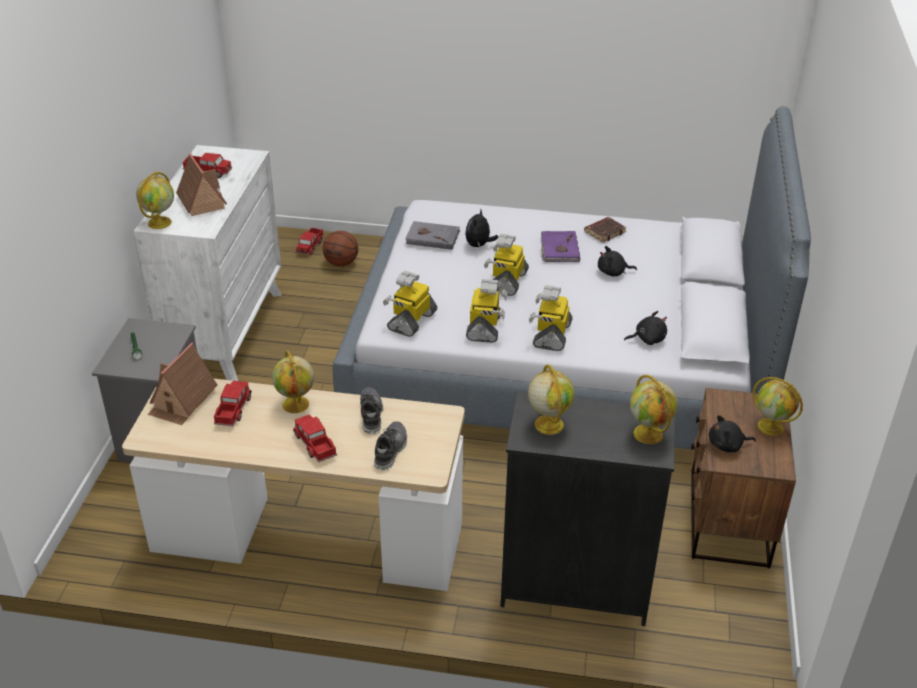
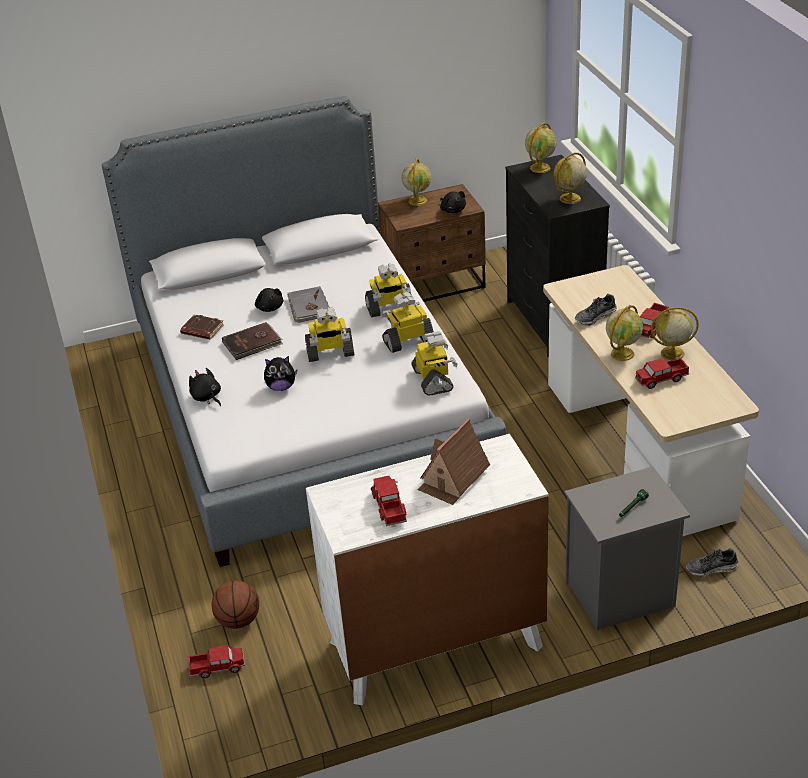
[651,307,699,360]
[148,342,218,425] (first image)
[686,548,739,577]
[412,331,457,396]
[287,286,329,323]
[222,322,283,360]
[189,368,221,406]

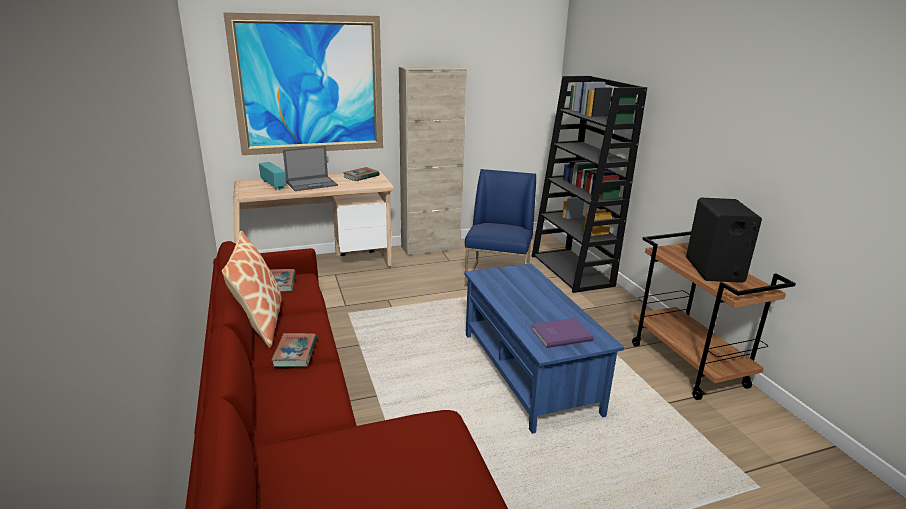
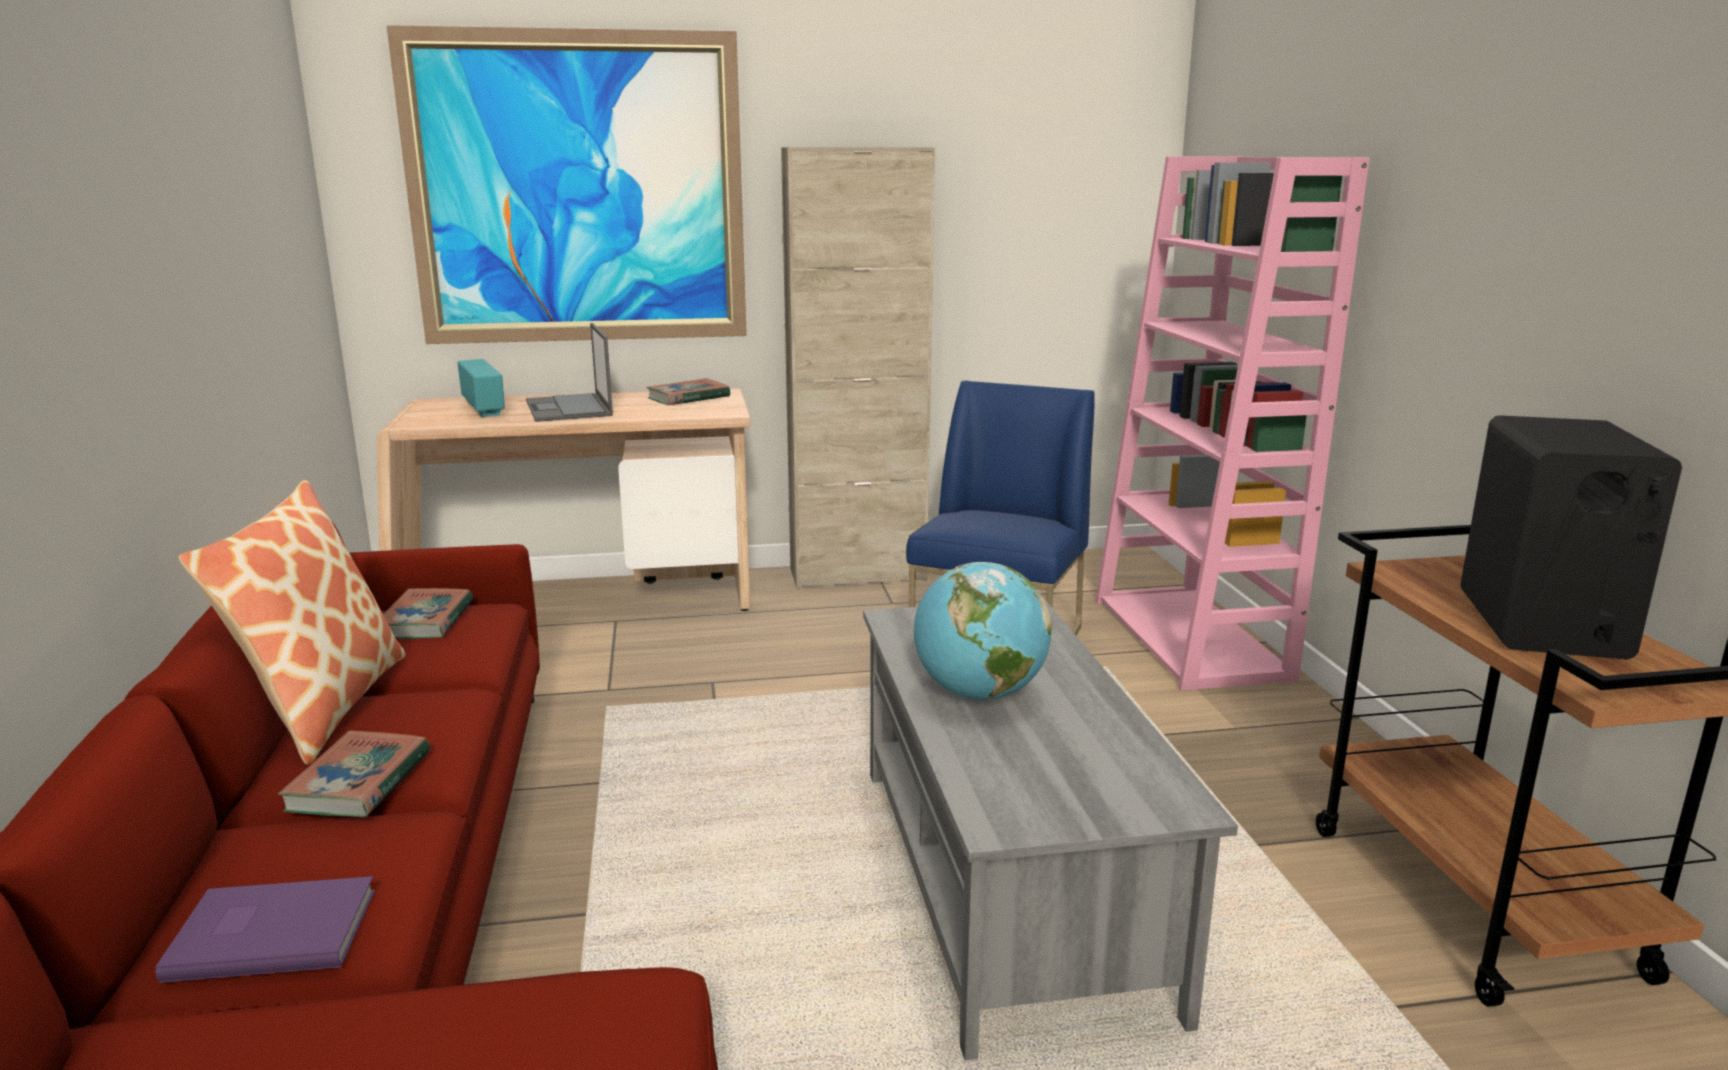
[526,323,613,422]
[863,599,1238,1060]
[155,876,375,983]
[1095,156,1370,691]
[914,562,1052,700]

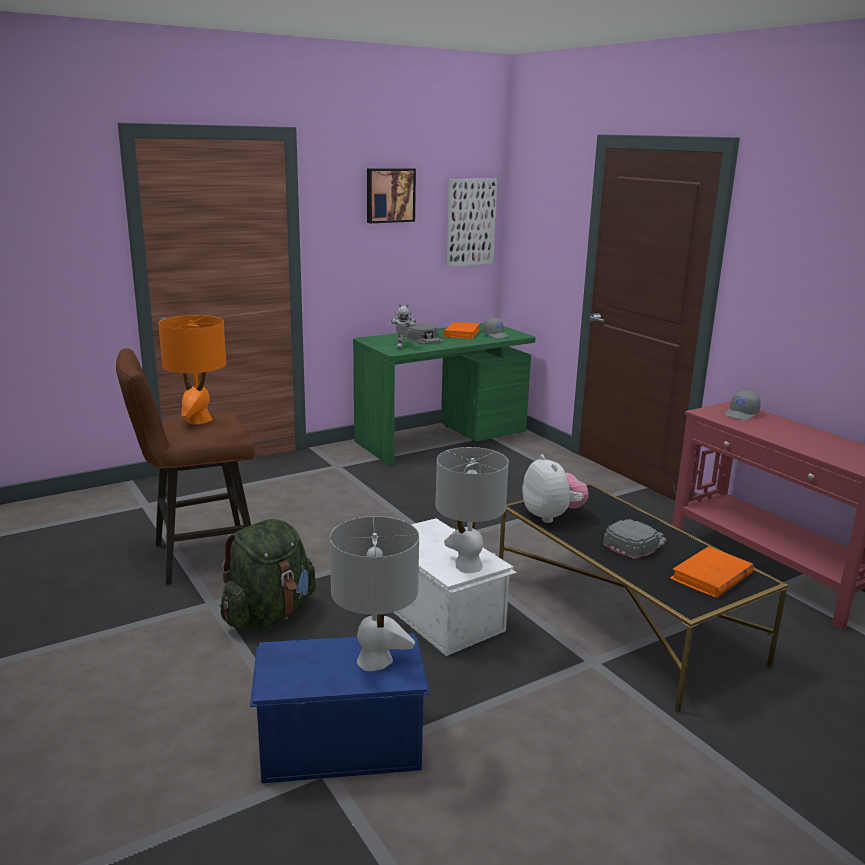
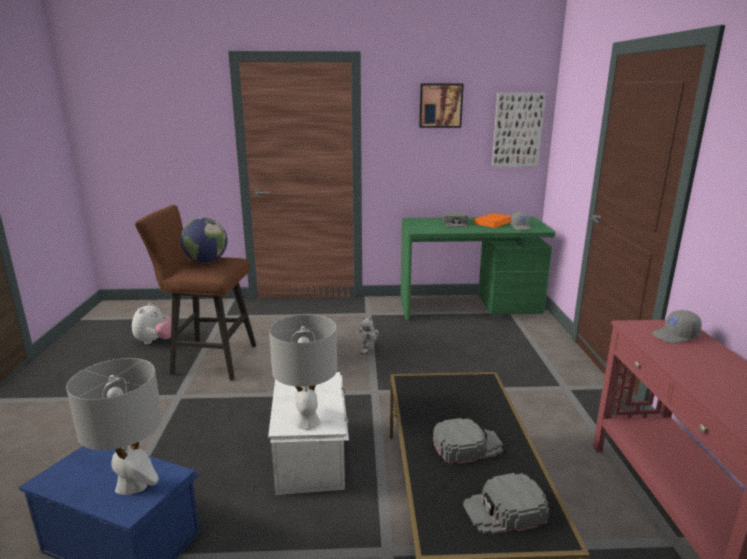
[180,218,227,263]
[221,519,316,629] (first image)
[359,317,379,355]
[132,302,172,344]
[463,473,549,535]

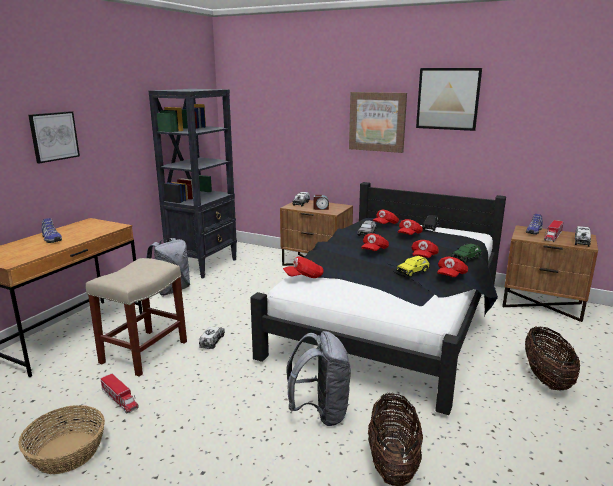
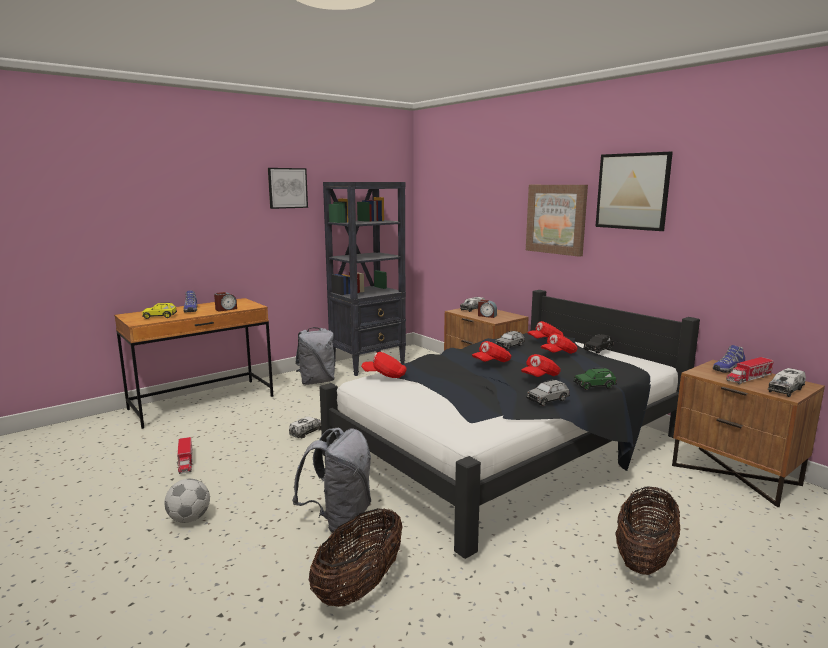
[18,405,105,474] (first image)
[268,168,308,209]
[86,258,187,377] (first image)
[142,302,177,319]
[526,379,570,406]
[164,479,210,523]
[214,292,237,311]

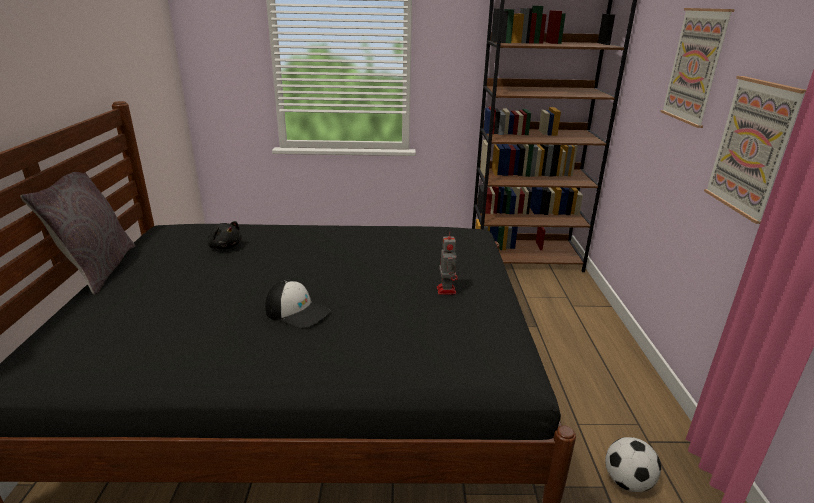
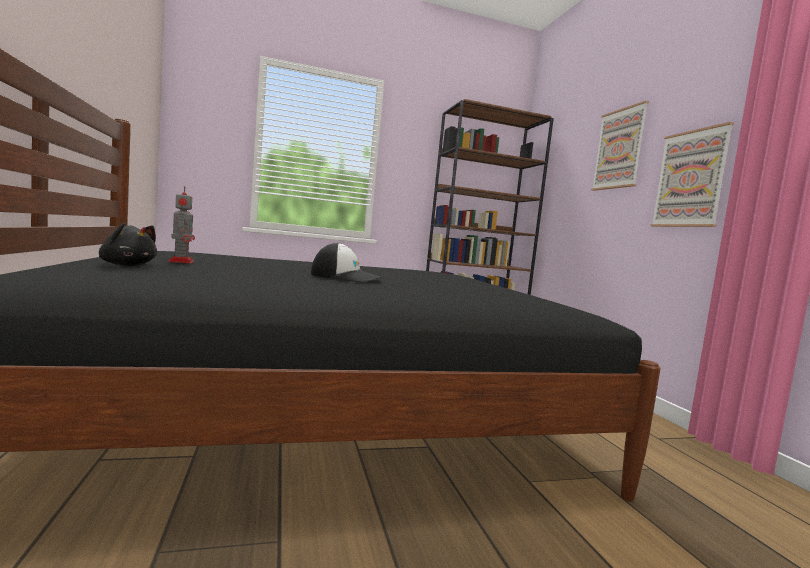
[20,172,135,295] (first image)
[99,223,157,266]
[168,186,195,263]
[605,437,661,492] (first image)

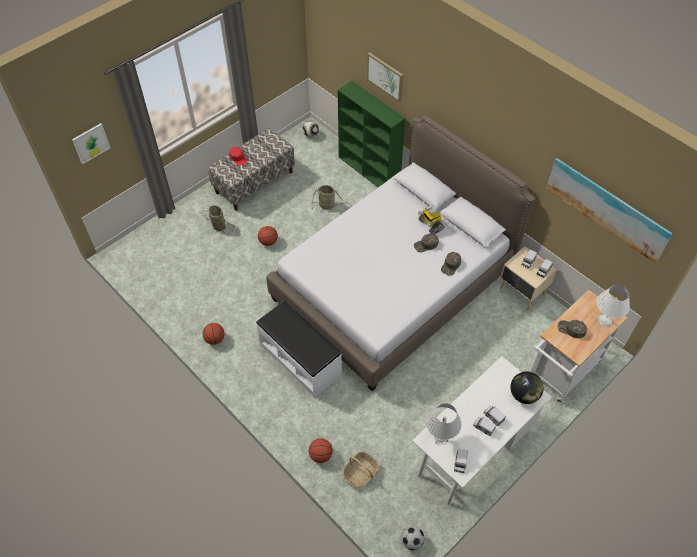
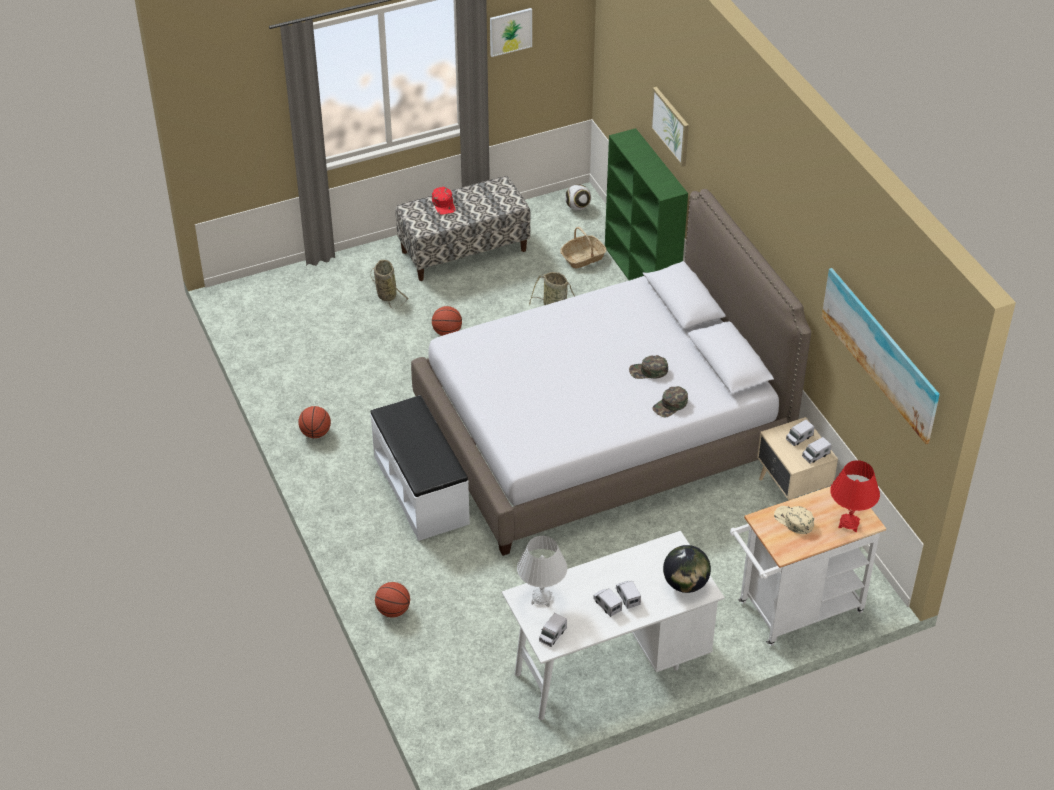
[490,8,532,57]
[560,227,607,269]
[401,526,424,550] (first image)
[418,205,444,234] (first image)
[774,506,814,534]
[830,460,880,532]

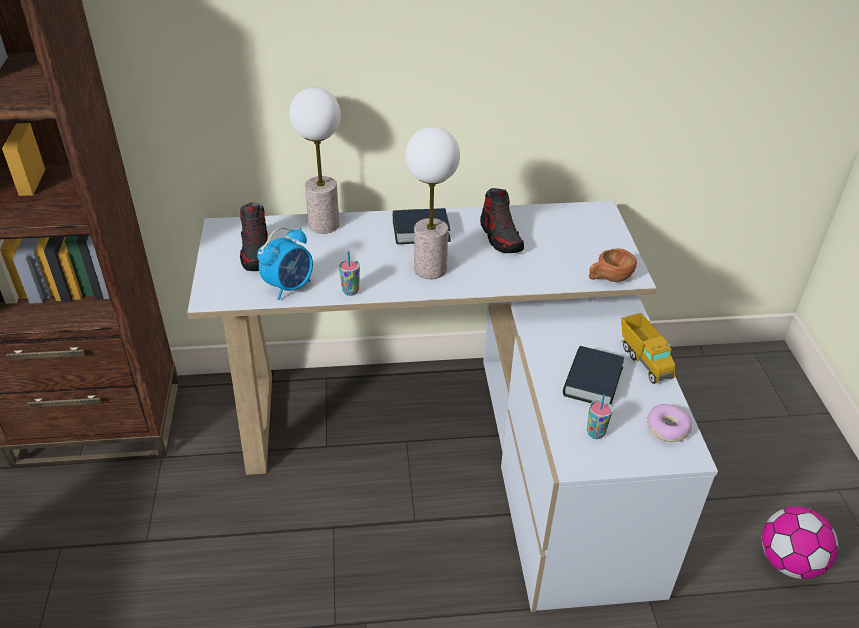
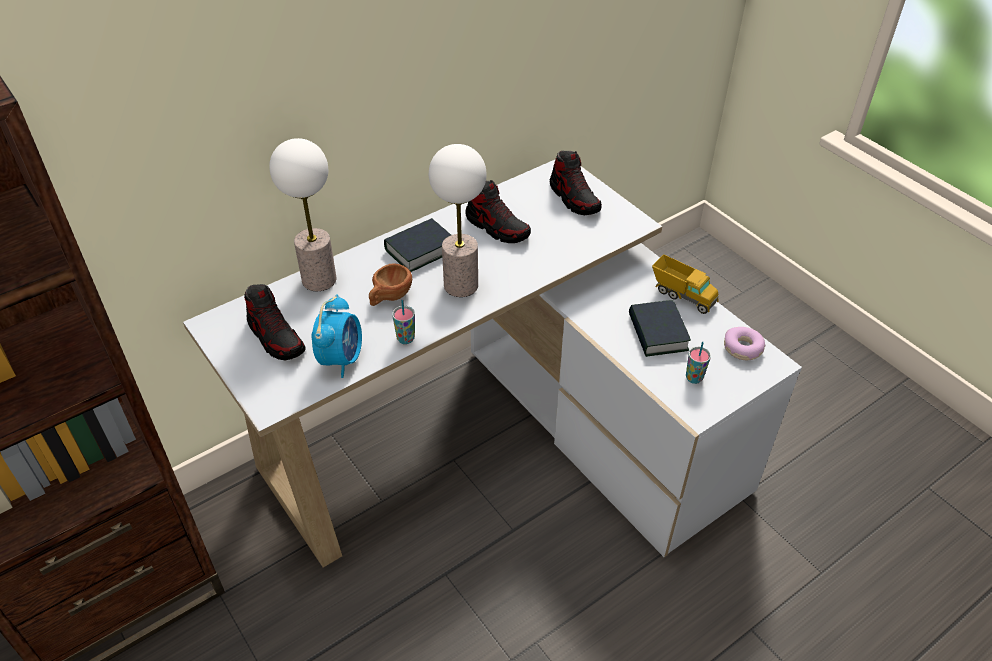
[369,263,412,306]
[762,506,838,579] (first image)
[550,151,602,215]

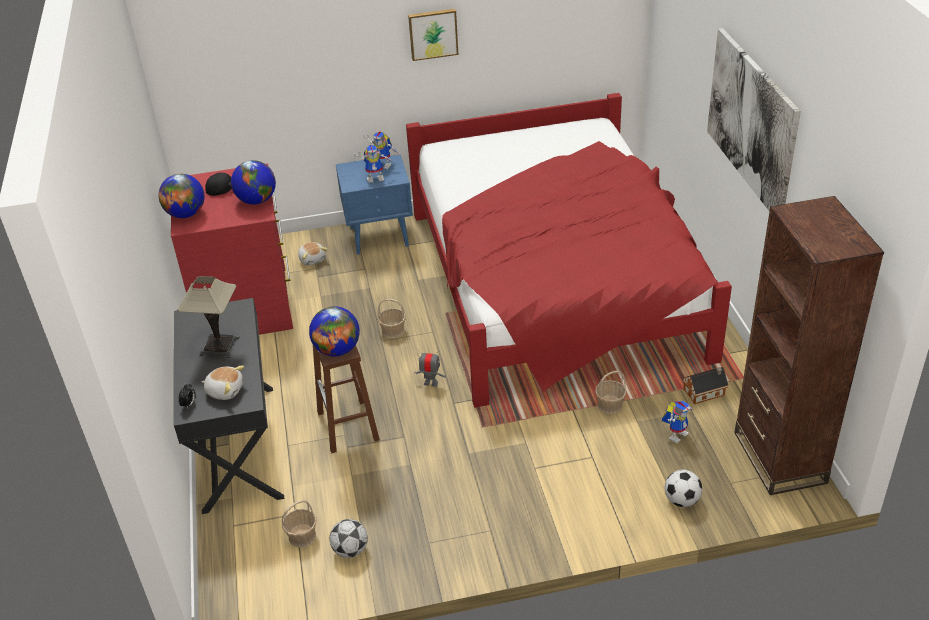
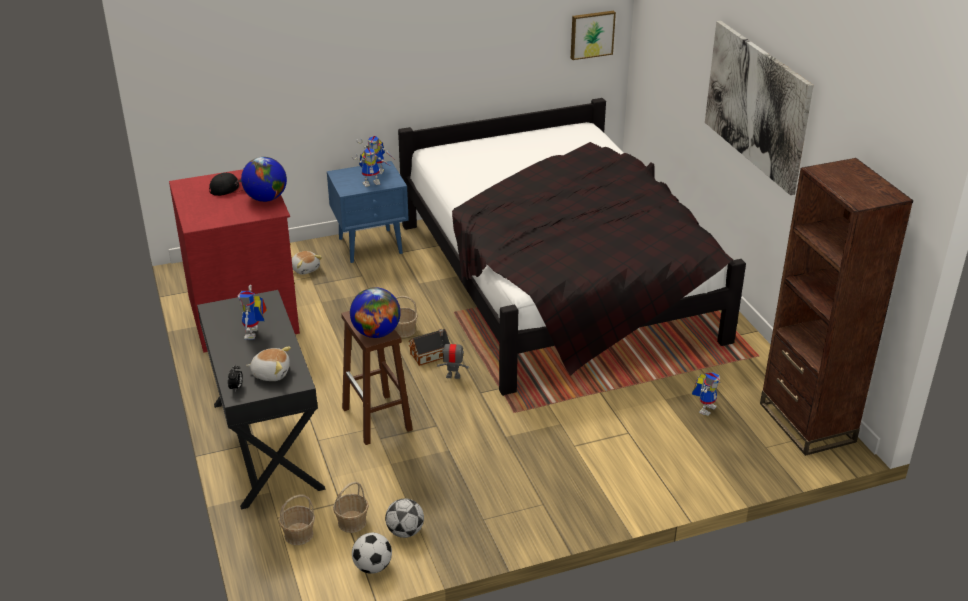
[159,174,204,218] (first image)
[238,285,267,340]
[398,98,746,396]
[571,11,616,60]
[279,494,315,545]
[352,533,392,574]
[408,329,450,366]

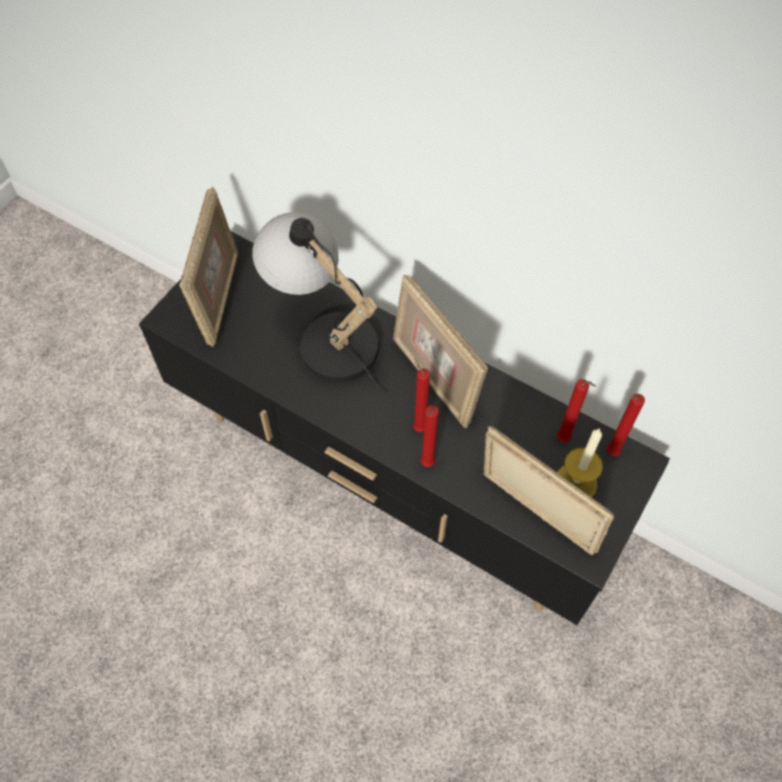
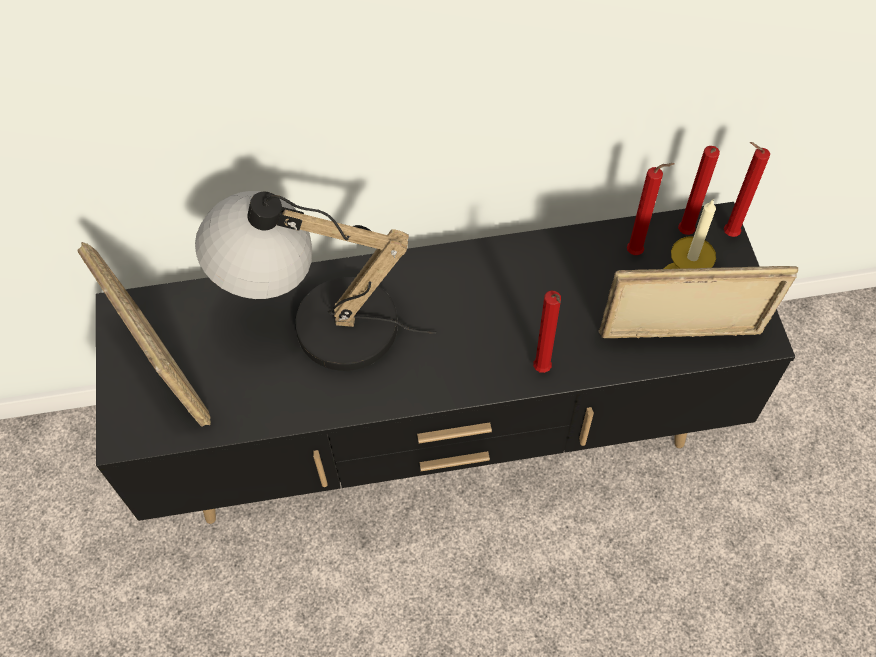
[393,275,488,428] (first image)
[724,142,770,237]

